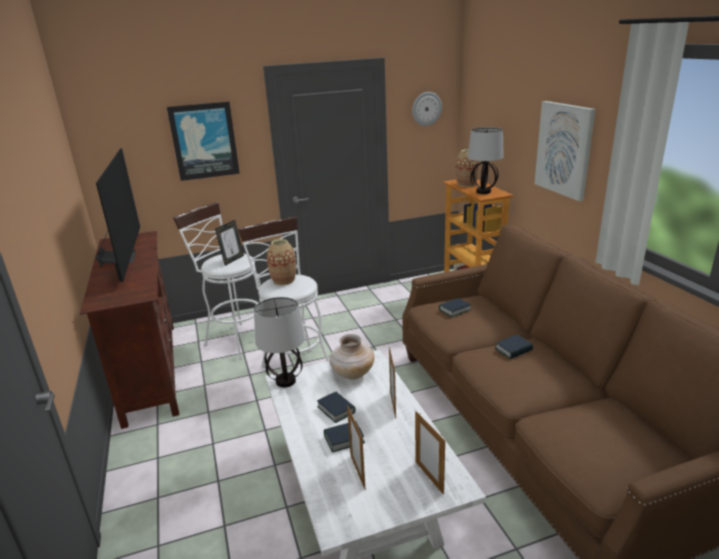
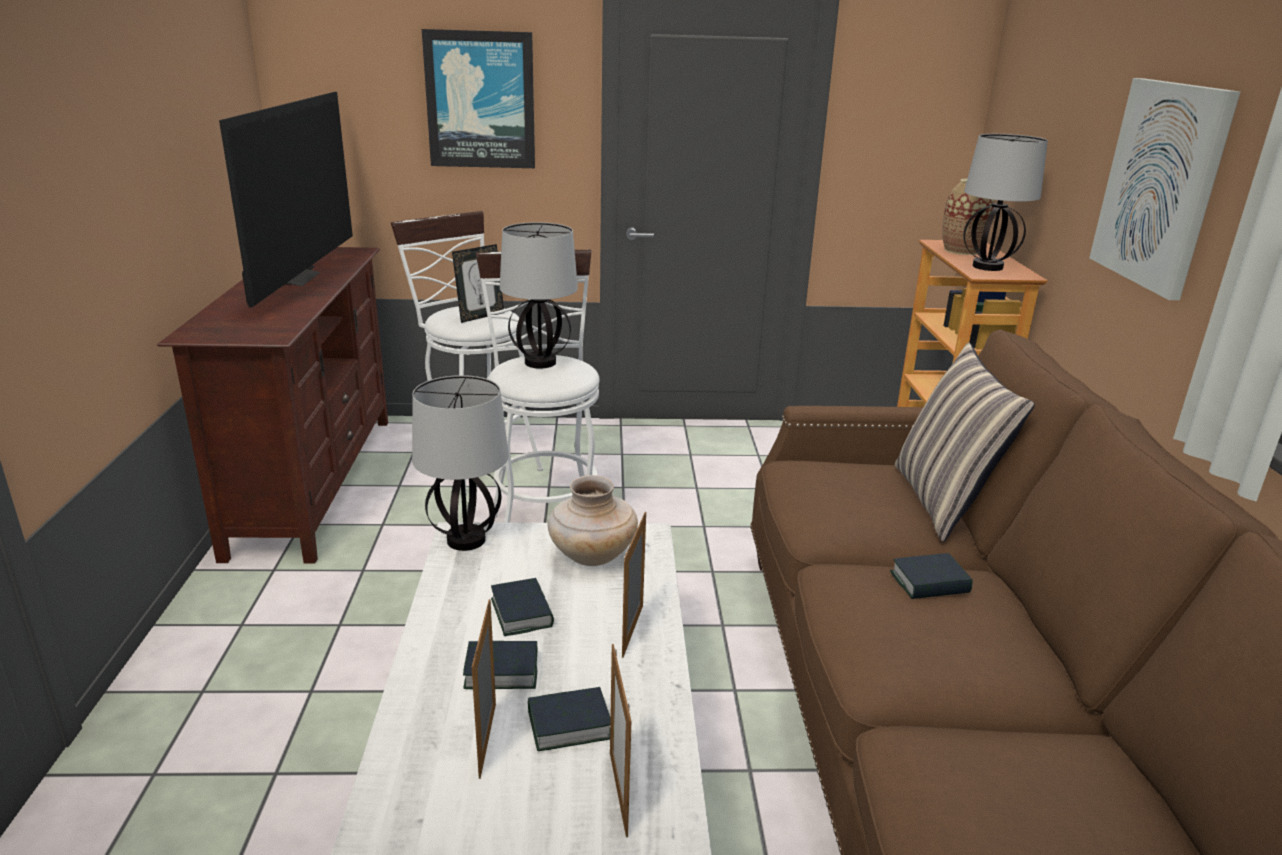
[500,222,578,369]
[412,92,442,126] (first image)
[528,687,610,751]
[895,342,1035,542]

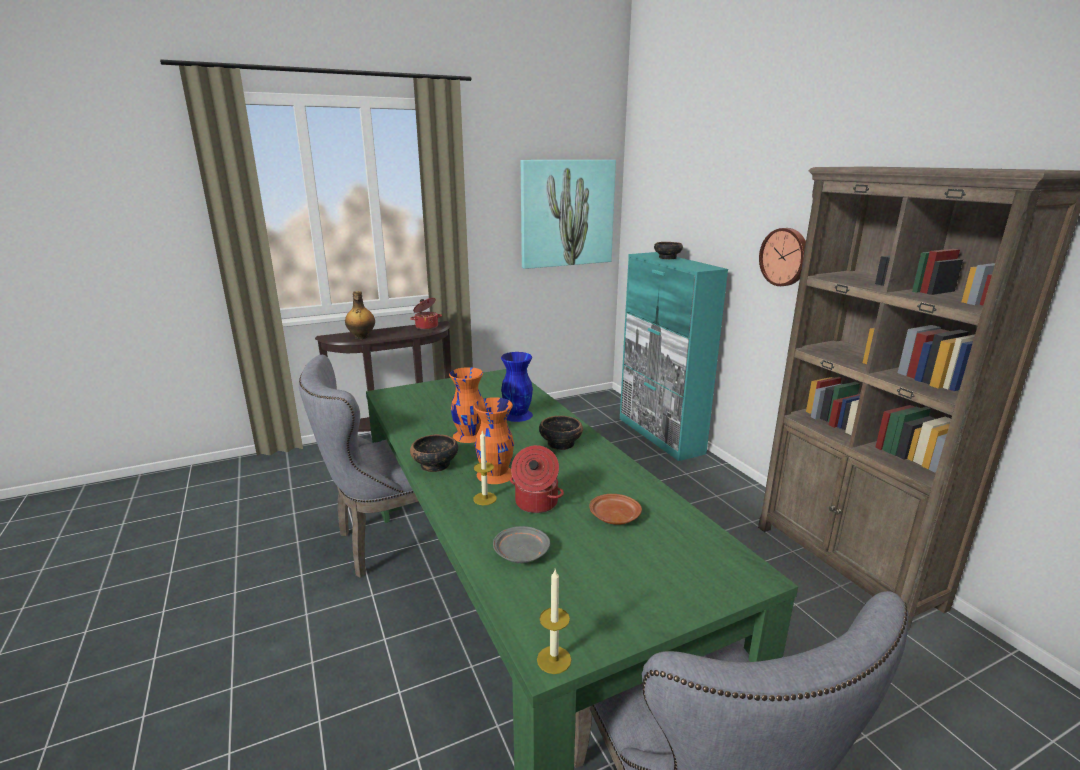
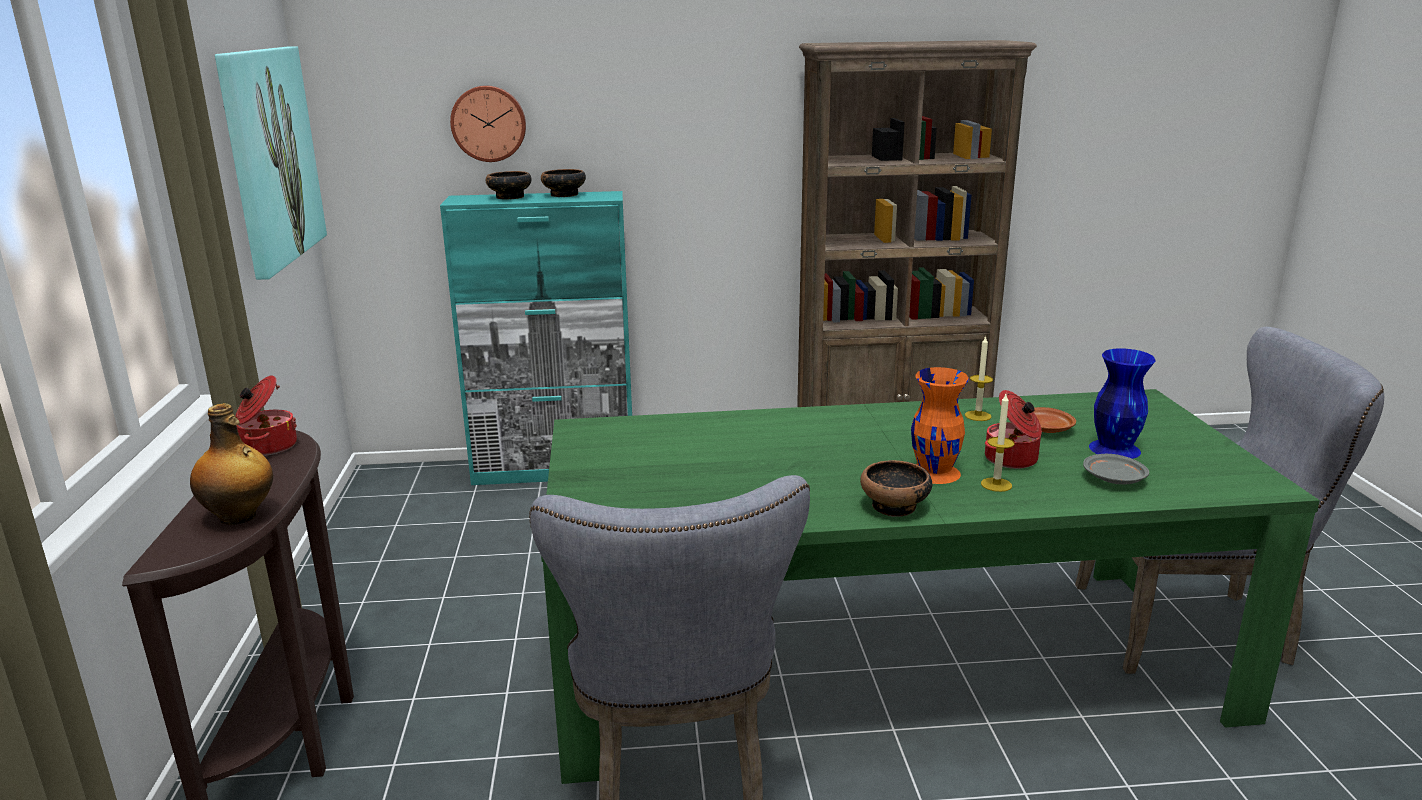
[449,367,483,443] (first image)
[1089,348,1156,459]
[965,335,993,421]
[541,169,586,197]
[450,85,526,162]

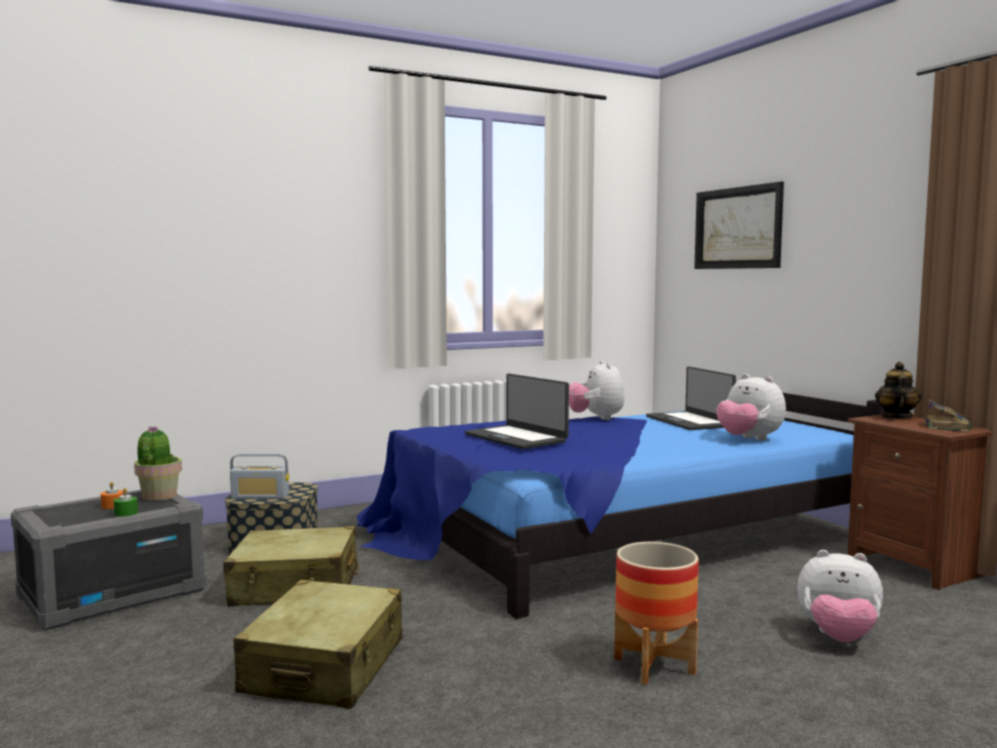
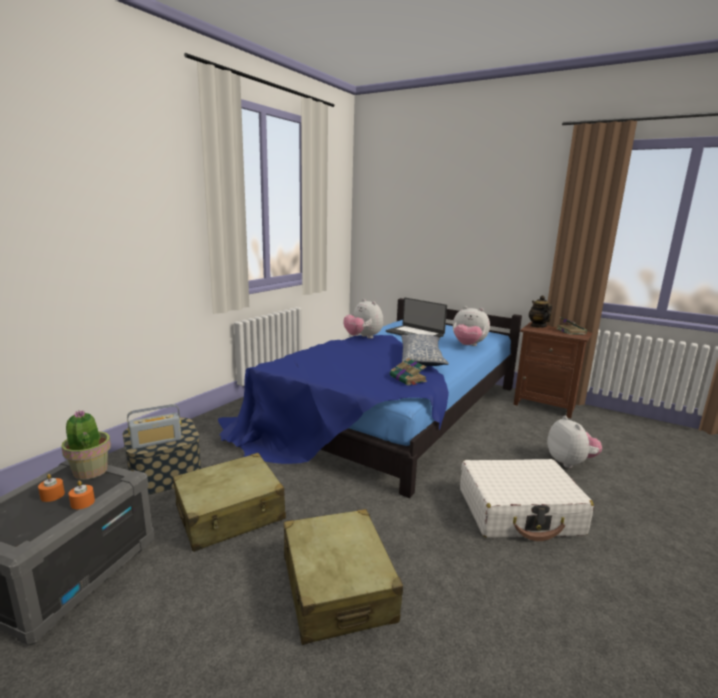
[69,481,95,509]
[465,373,569,449] (first image)
[460,459,594,541]
[694,182,784,269] (first image)
[547,416,602,468]
[390,358,427,386]
[401,334,449,366]

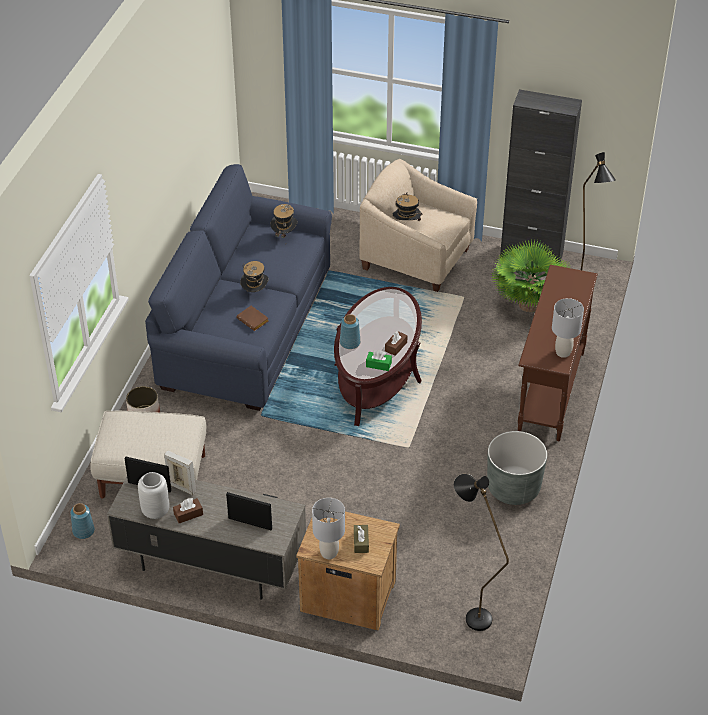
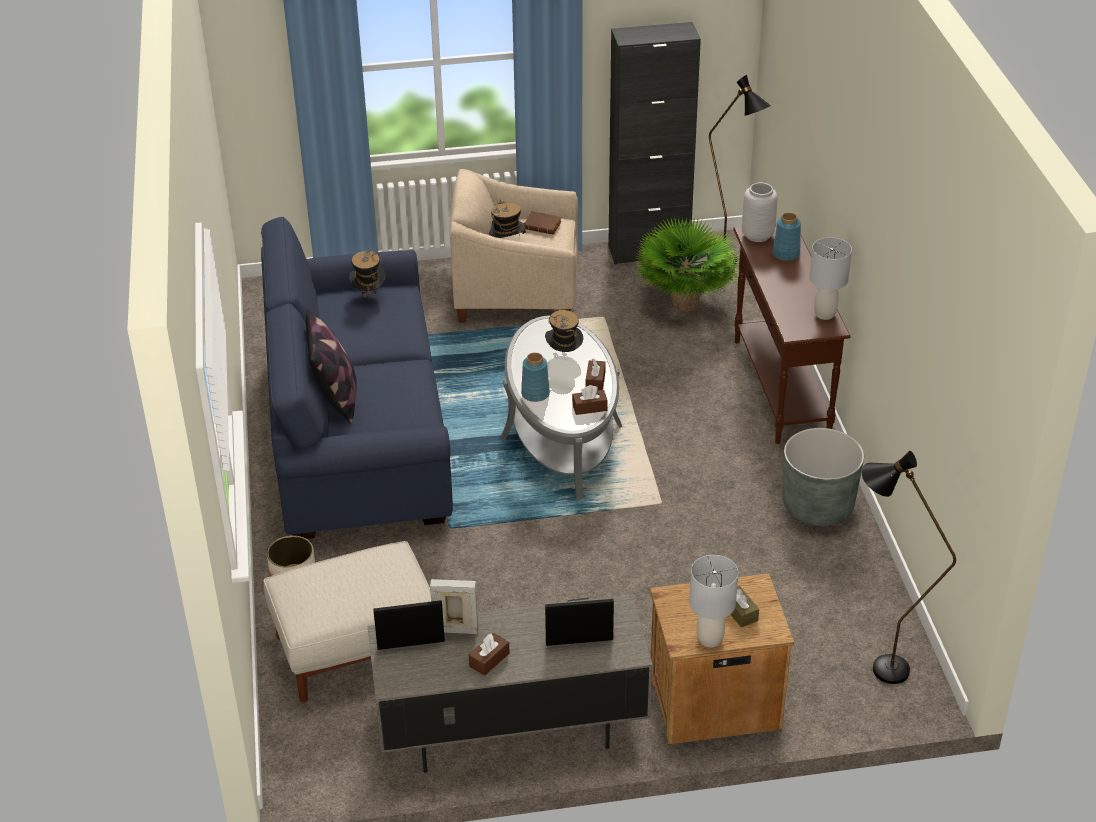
[773,212,801,261]
[742,183,777,242]
[525,211,562,235]
[545,310,583,352]
[501,315,622,500]
[572,385,608,415]
[306,309,357,424]

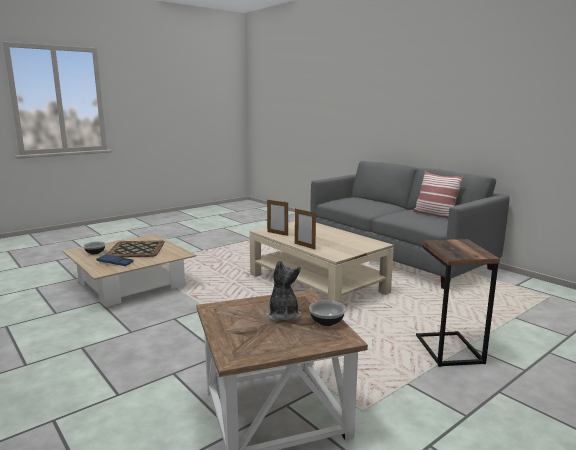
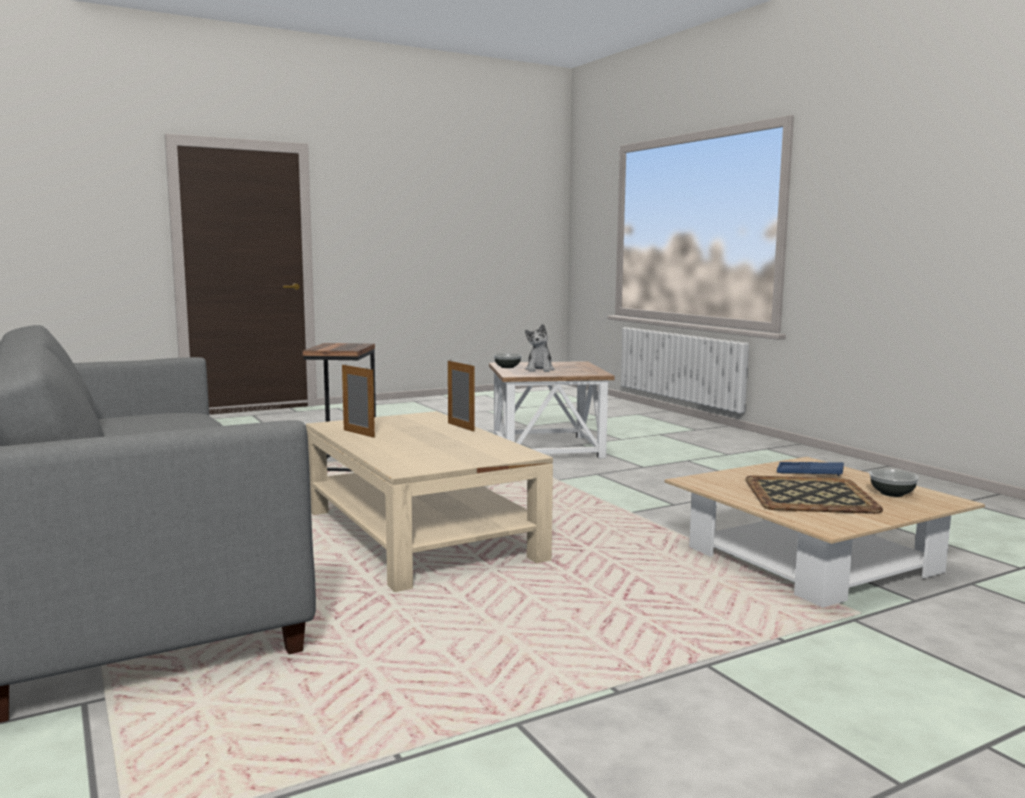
[342,363,375,438]
[413,171,464,218] (first image)

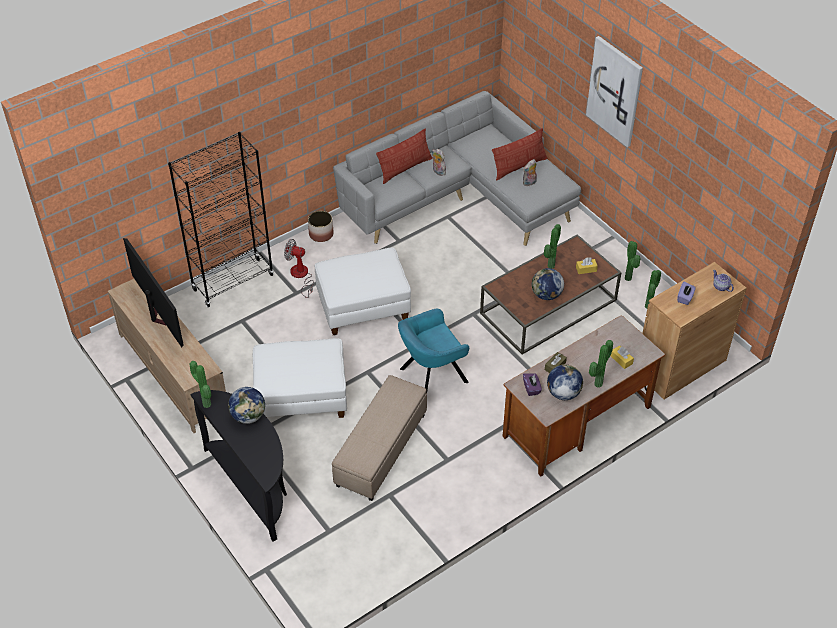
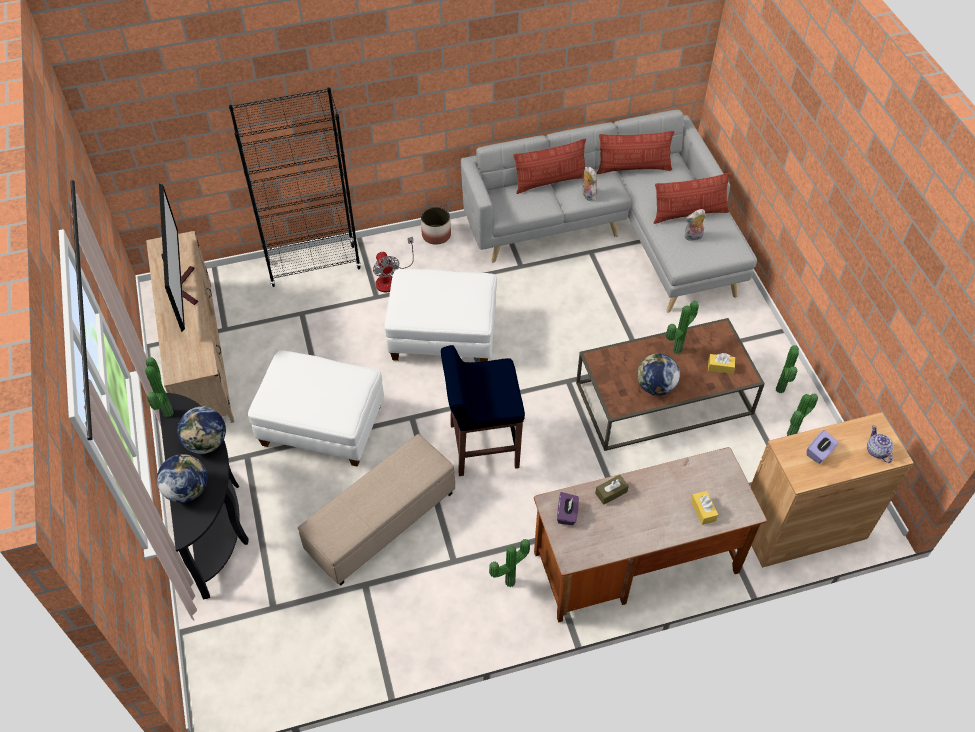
[373,237,414,292]
[441,345,525,476]
[157,454,207,503]
[586,36,643,147] (first image)
[489,539,530,587]
[597,131,675,174]

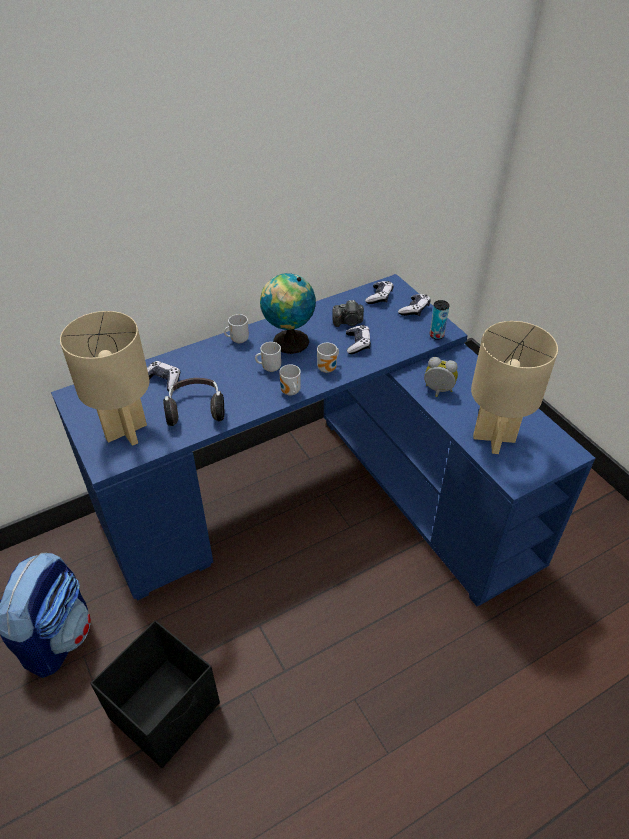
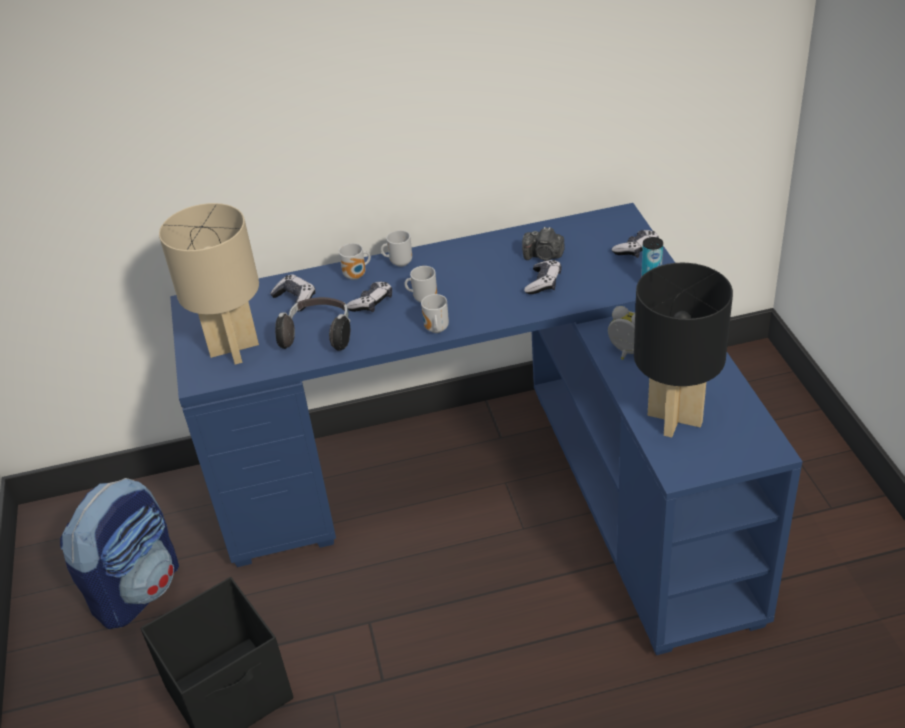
[260,273,316,354] (first image)
[339,243,371,280]
[347,282,392,312]
[634,263,733,438]

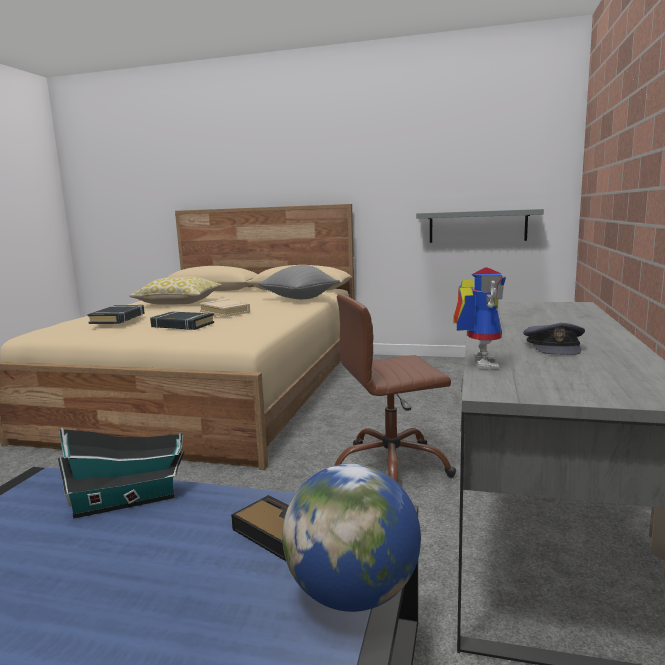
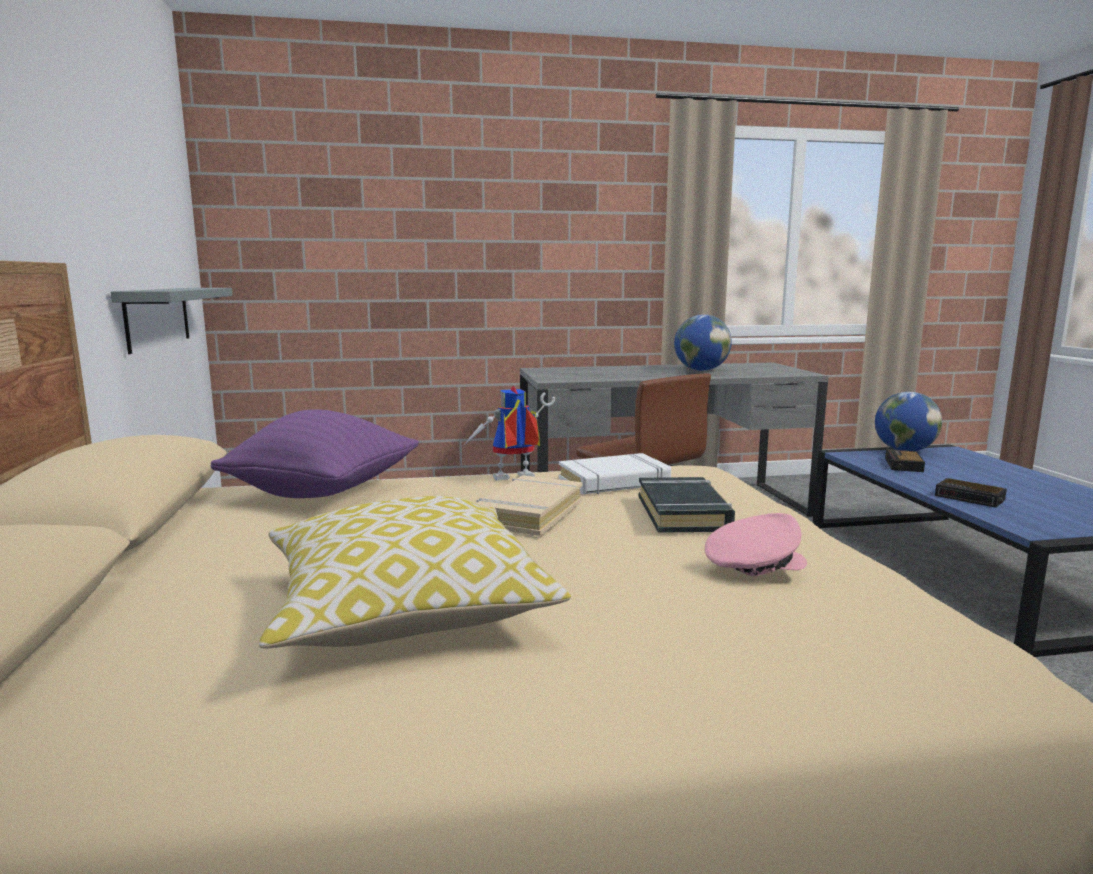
[935,478,1007,508]
[705,513,807,576]
[211,409,419,498]
[464,386,555,480]
[674,314,732,371]
[559,453,671,494]

